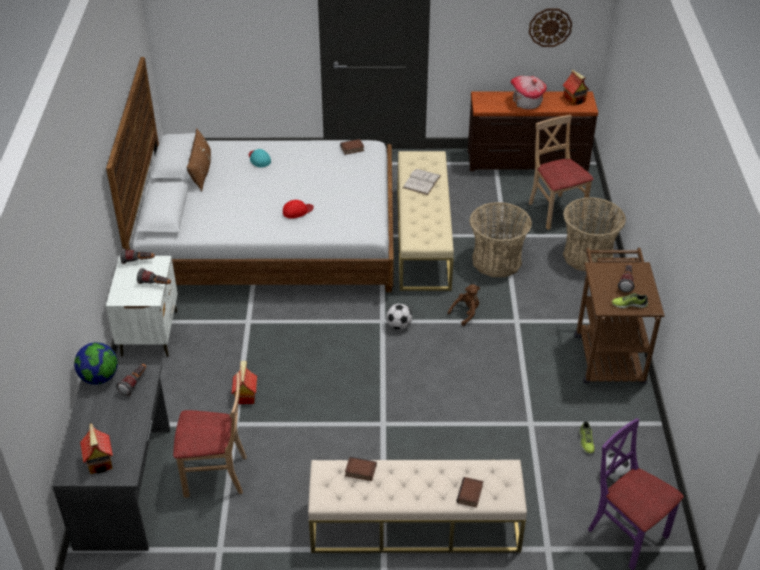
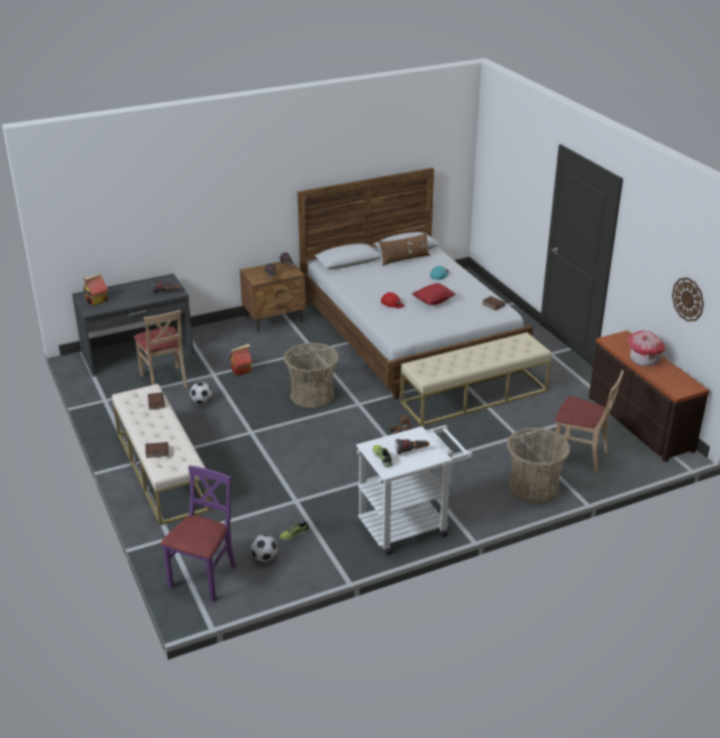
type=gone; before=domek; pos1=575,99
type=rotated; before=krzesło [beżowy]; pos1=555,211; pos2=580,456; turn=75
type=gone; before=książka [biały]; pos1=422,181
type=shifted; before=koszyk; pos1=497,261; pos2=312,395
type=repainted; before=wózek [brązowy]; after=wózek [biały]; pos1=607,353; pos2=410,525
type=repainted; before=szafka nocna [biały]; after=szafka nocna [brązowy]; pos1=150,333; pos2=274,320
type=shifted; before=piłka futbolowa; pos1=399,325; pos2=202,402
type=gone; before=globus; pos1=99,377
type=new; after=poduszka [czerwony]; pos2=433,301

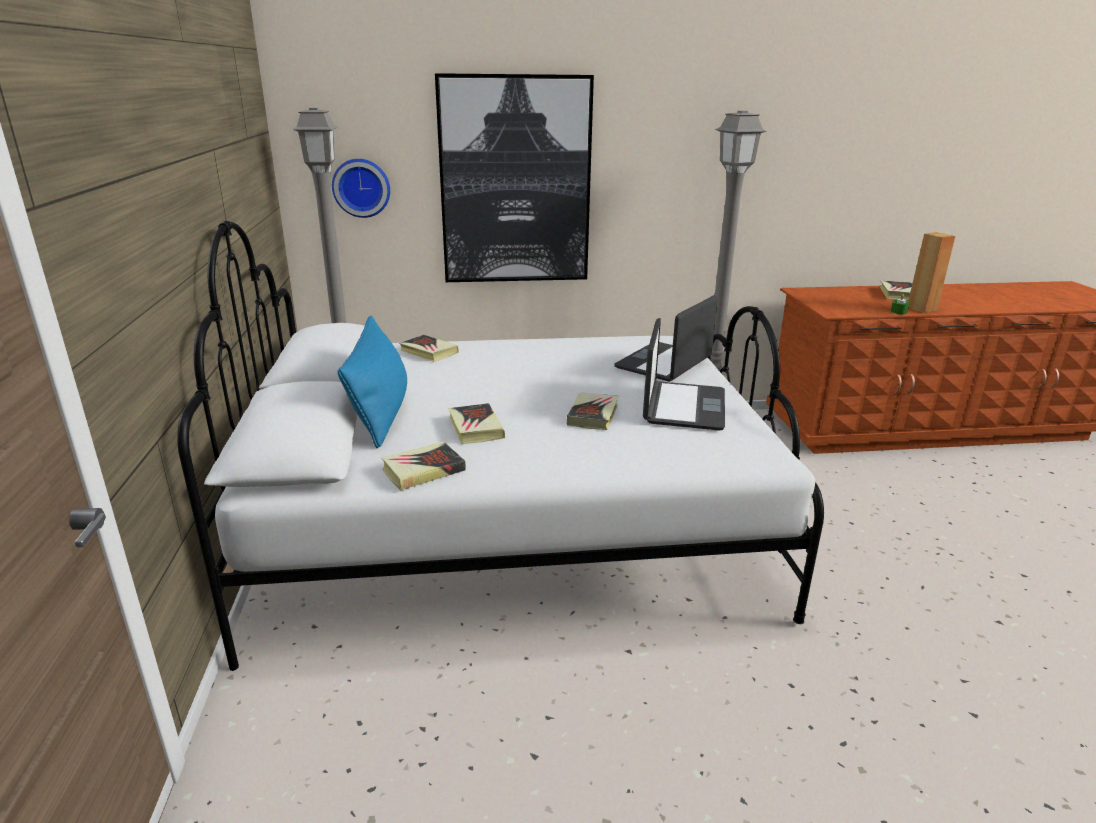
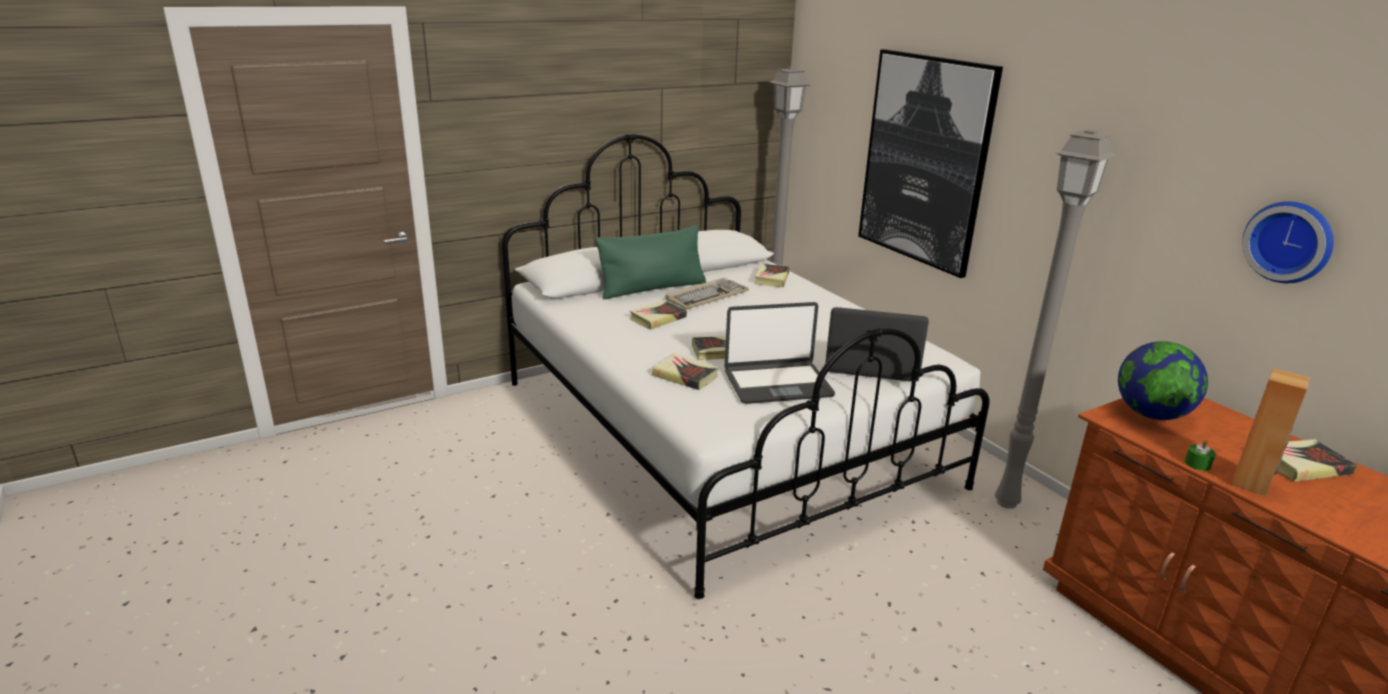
type=shifted; before=zegar ścienny; pos1=361,187; pos2=1290,241
type=repainted; before=poduszka [niebieski]; after=poduszka [zielony]; pos1=380,413; pos2=652,288
type=shifted; before=książka; pos1=423,470; pos2=685,376
type=new; after=klawiatura; pos2=706,296
type=new; after=globus; pos2=1151,414

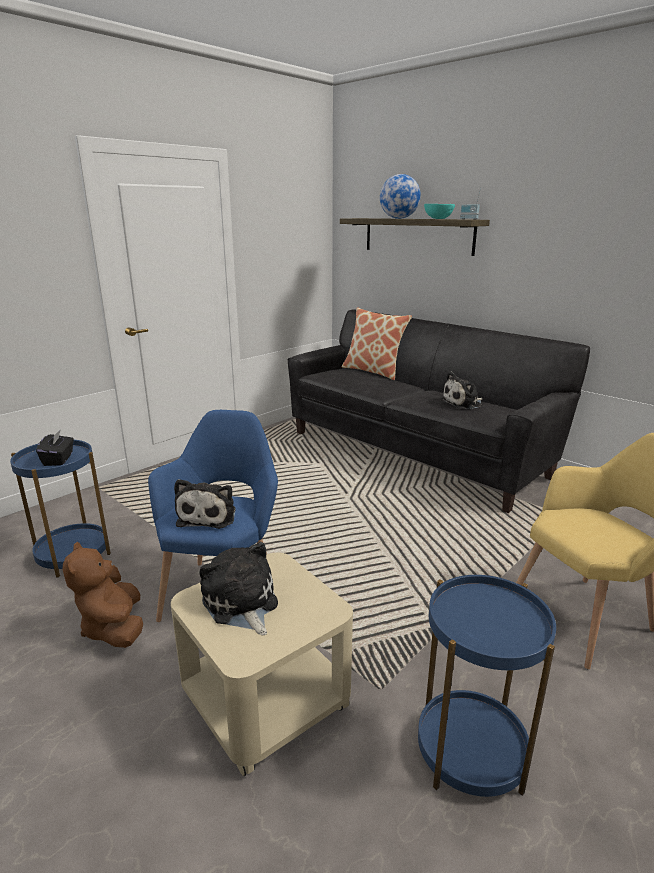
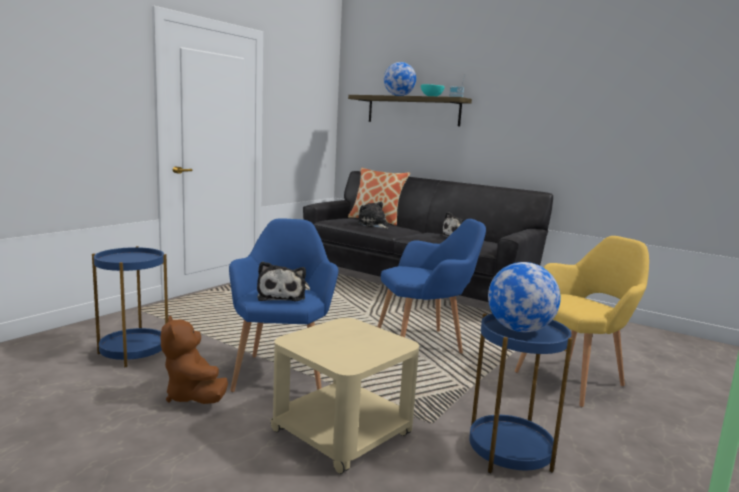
type=gone; before=pudełko chusteczek [czarny]; pos1=59,459
type=shifted; before=pluszak; pos1=241,604; pos2=374,225
type=new; after=fotel [niebieski]; pos2=425,344
type=new; after=globus; pos2=519,330

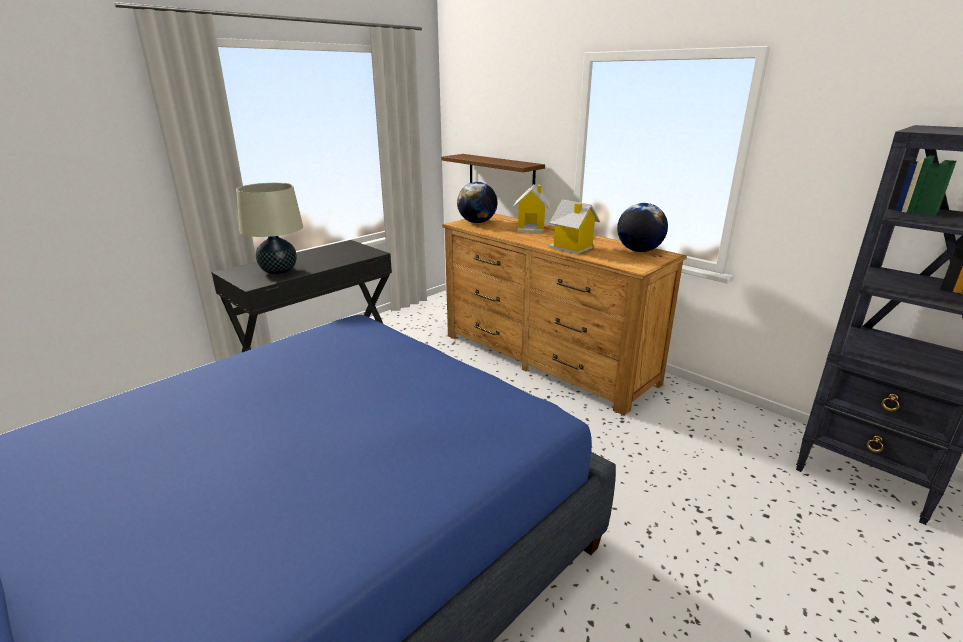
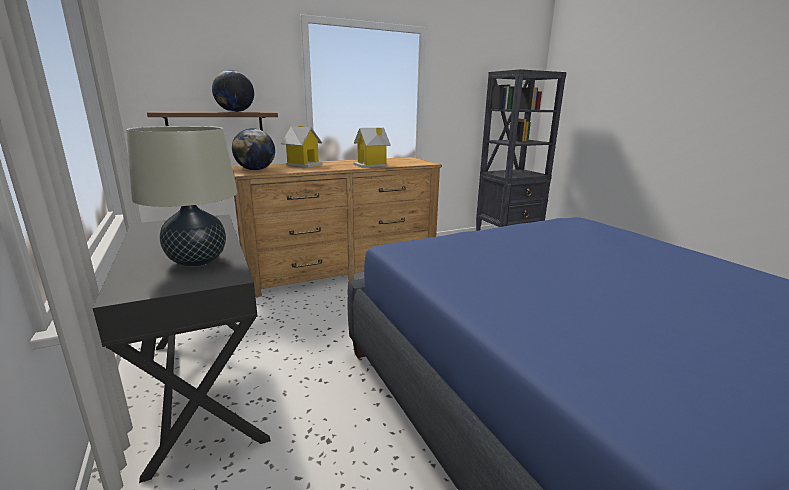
type=shifted; before=globus; pos1=639,251; pos2=235,112

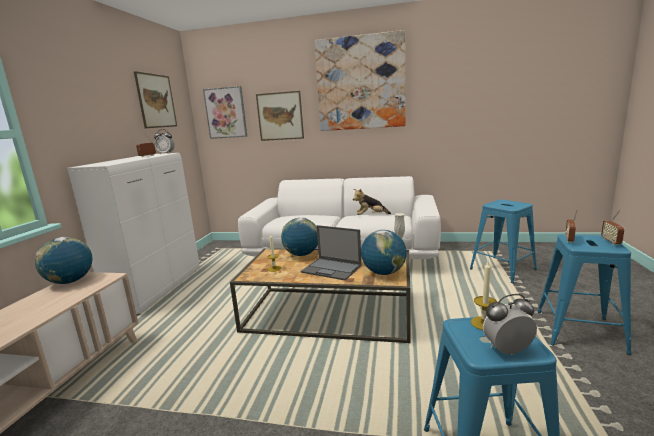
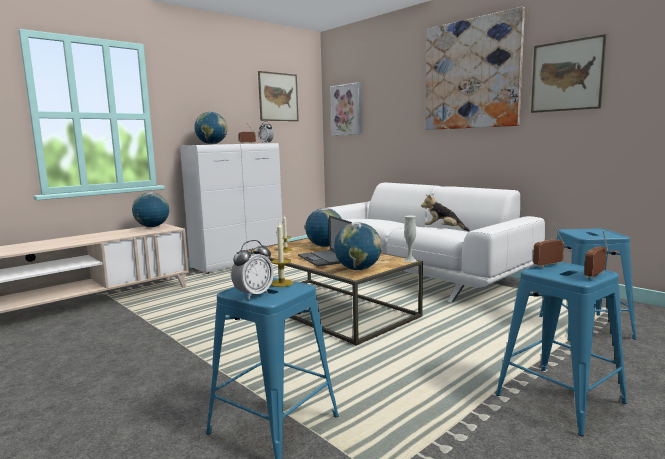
type=shifted; before=obraz; pos1=280,116; pos2=566,76
type=rotated; before=budzik; pos1=507,350; pos2=254,295; turn=105
type=new; after=globus; pos2=212,144

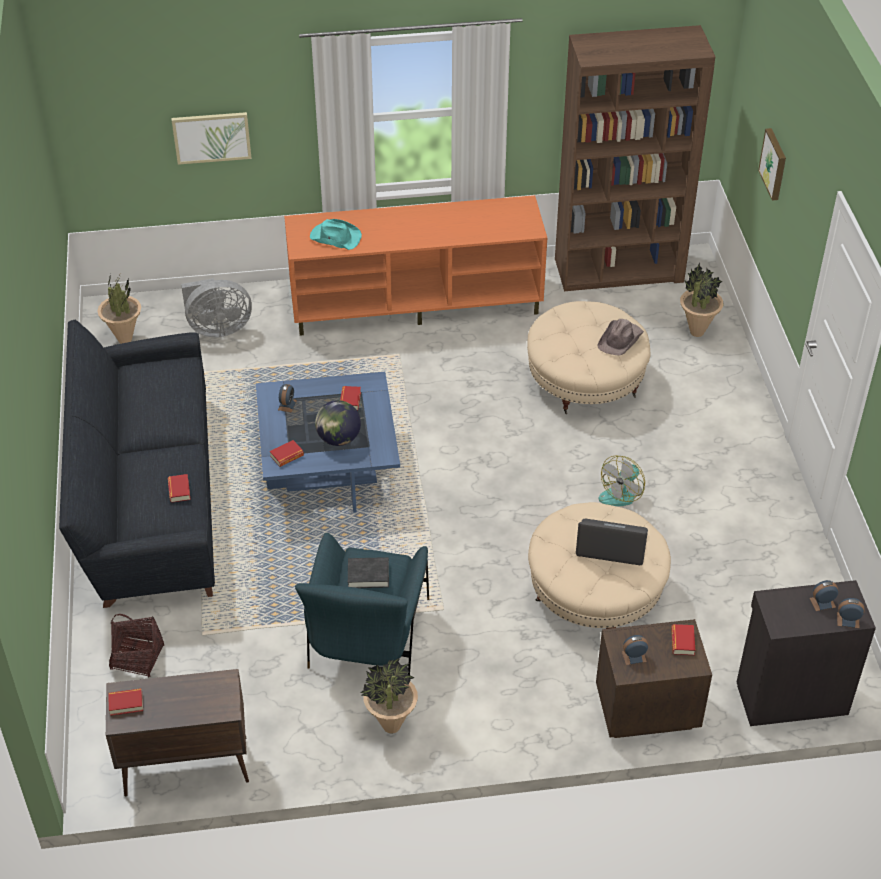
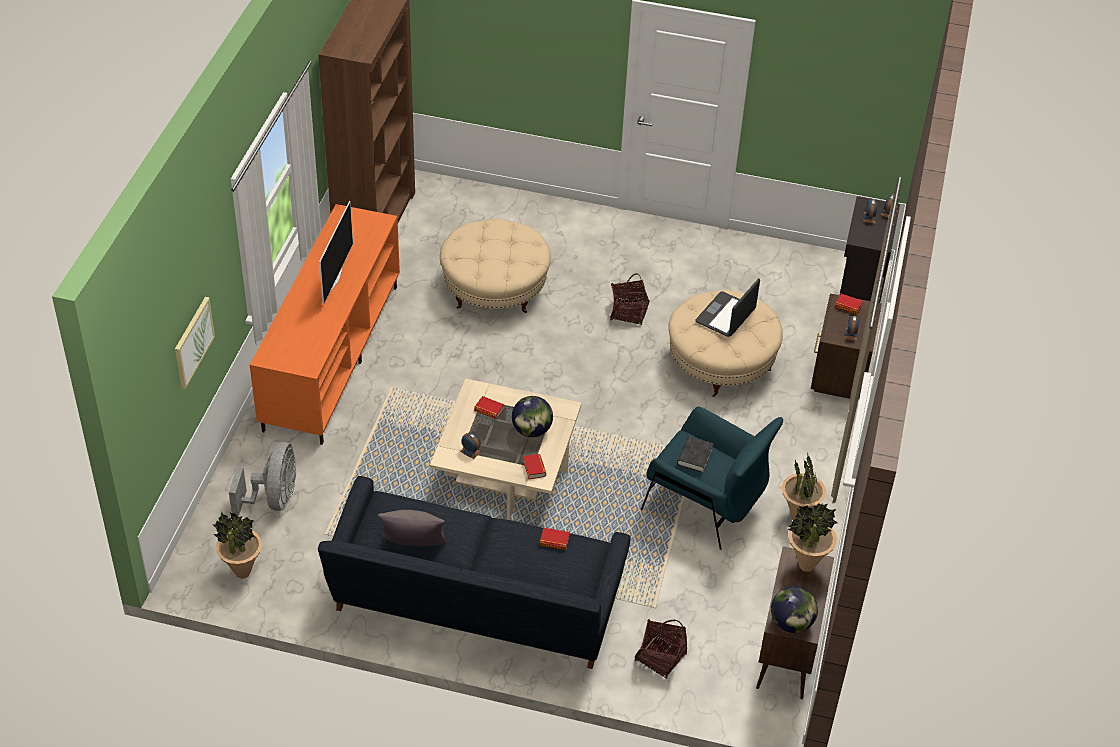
type=gone; before=obraz; pos1=774,164
type=gone; before=kapelusz [turkusowy]; pos1=335,237
type=shifted; before=roślina doniczkowa; pos1=696,332; pos2=806,566
type=gone; before=kapelusz [brązowy]; pos1=620,339
type=repainted; before=ława [niebieski]; after=ława [beżowy]; pos1=329,468; pos2=506,473
type=swapped; before=wentylator; after=koszyk; pos1=622,492; pos2=628,312
type=swapped; before=książka; after=globus; pos1=126,704; pos2=791,623
type=new; after=telewizor; pos2=334,279
type=new; after=poduszka [szary]; pos2=414,548

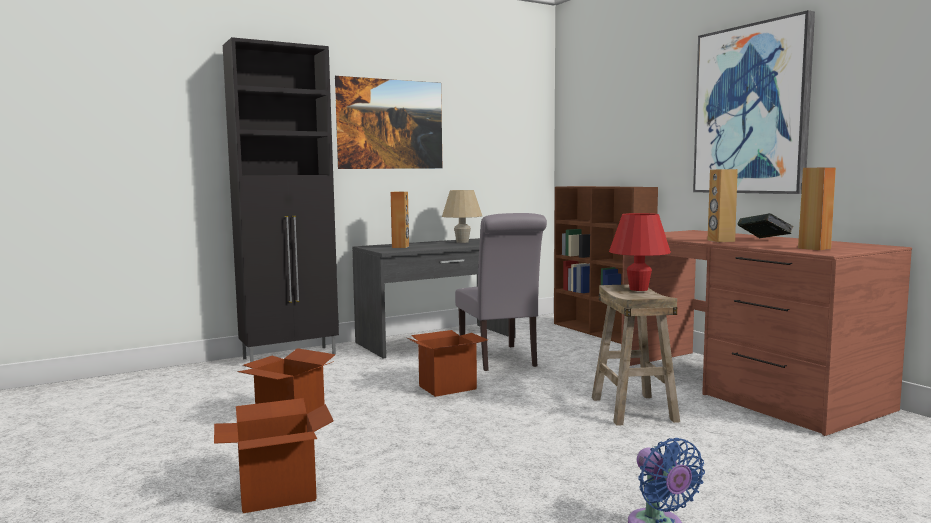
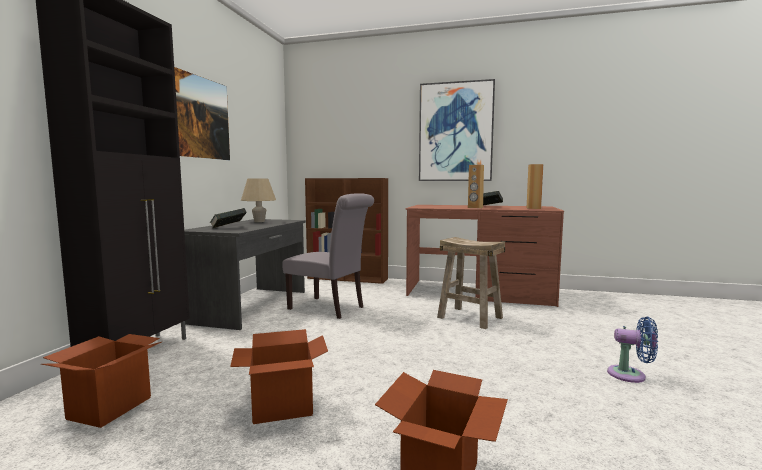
type=swapped; before=głośnik [brązowy]; after=książka; pos1=400,247; pos2=228,228
type=gone; before=lampa stołowa [czerwony]; pos1=638,289
type=shifted; before=karton; pos1=448,387; pos2=110,408

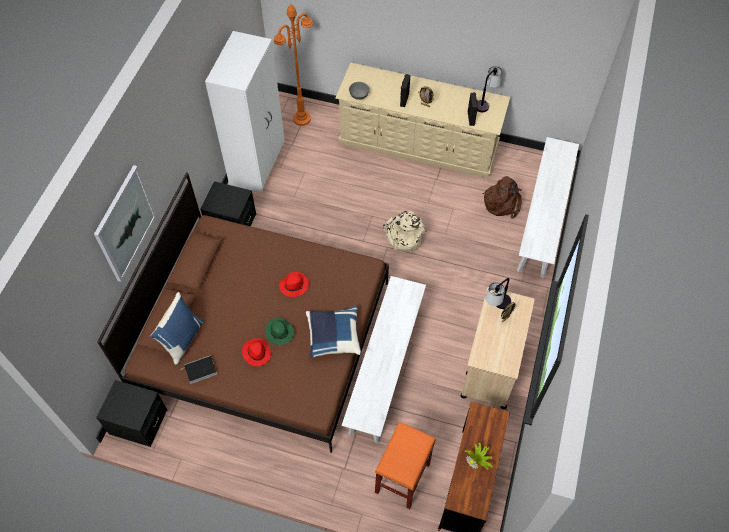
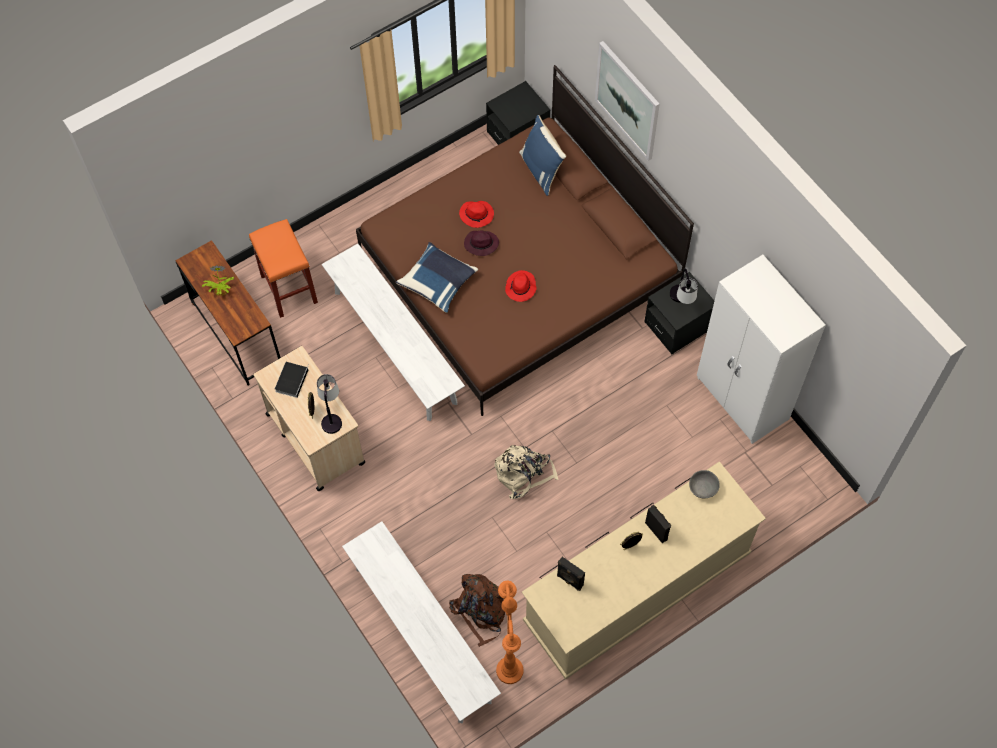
type=shifted; before=lampa stojąca [pomarańczowy]; pos1=301,119; pos2=509,670
type=shifted; before=lampa stołowa; pos1=485,102; pos2=681,302
type=repainted; before=kapelusz [zielony]; after=kapelusz [fioletowy]; pos1=280,332; pos2=480,244
type=shifted; before=książka; pos1=200,371; pos2=292,379

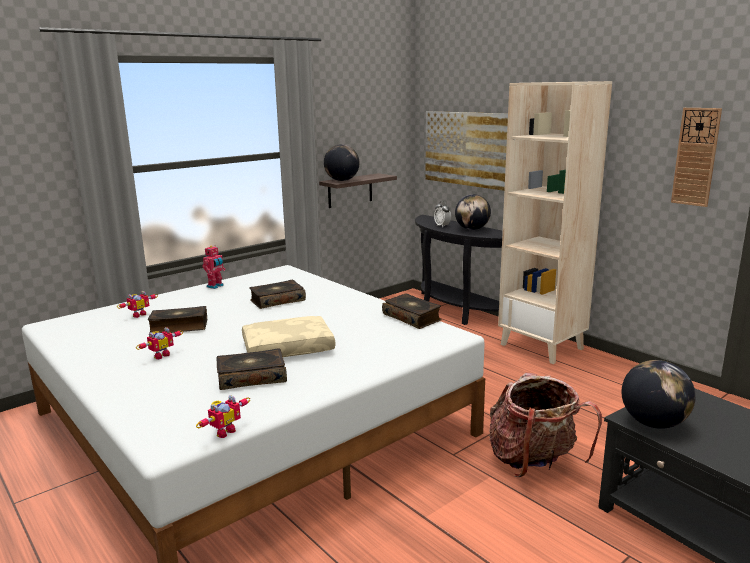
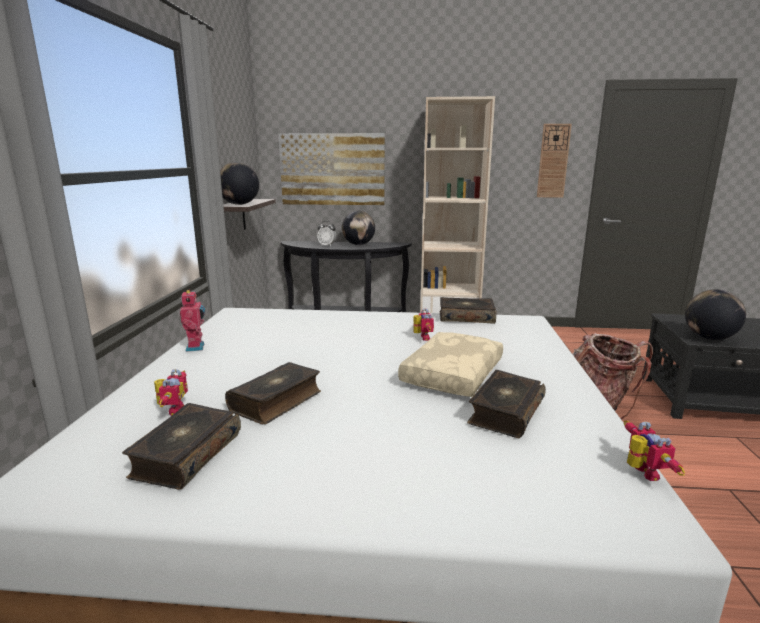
type=shifted; before=książka; pos1=277,300; pos2=186,455
type=shifted; before=robot zabawkowy; pos1=160,355; pos2=422,338

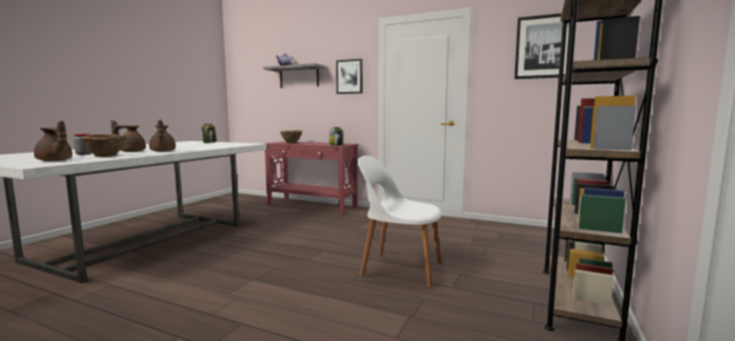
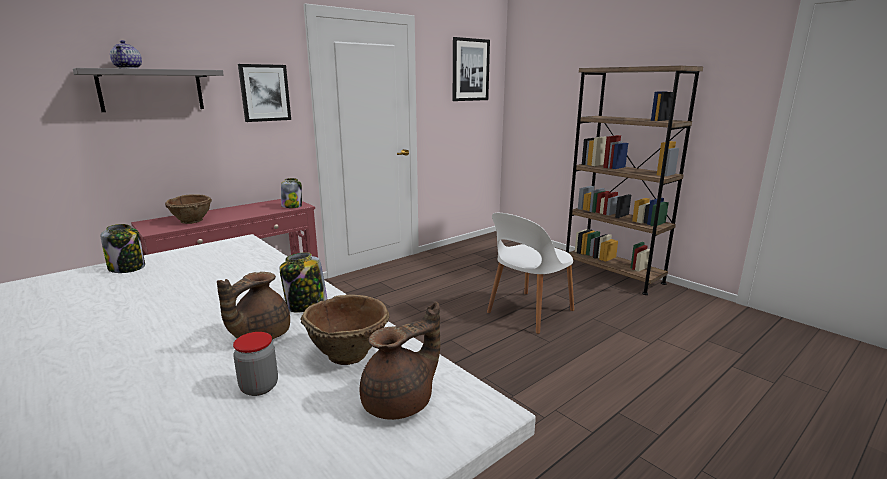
type=swapped; before=imbryk [brązowy]; after=słoik; pos1=162,151; pos2=306,305

